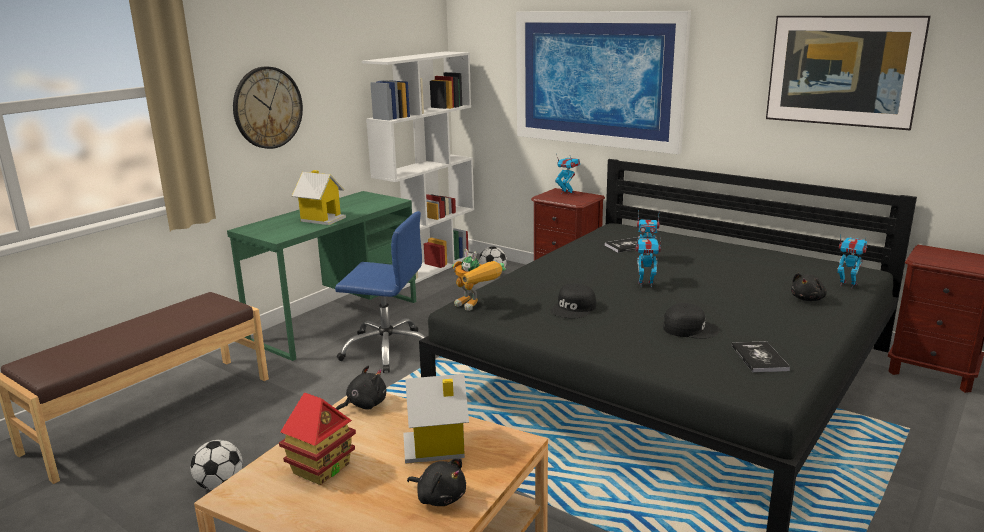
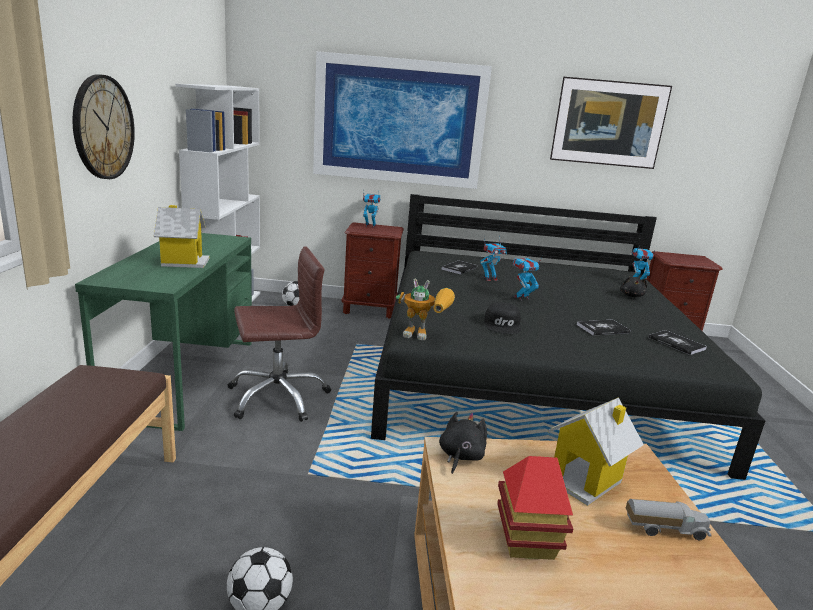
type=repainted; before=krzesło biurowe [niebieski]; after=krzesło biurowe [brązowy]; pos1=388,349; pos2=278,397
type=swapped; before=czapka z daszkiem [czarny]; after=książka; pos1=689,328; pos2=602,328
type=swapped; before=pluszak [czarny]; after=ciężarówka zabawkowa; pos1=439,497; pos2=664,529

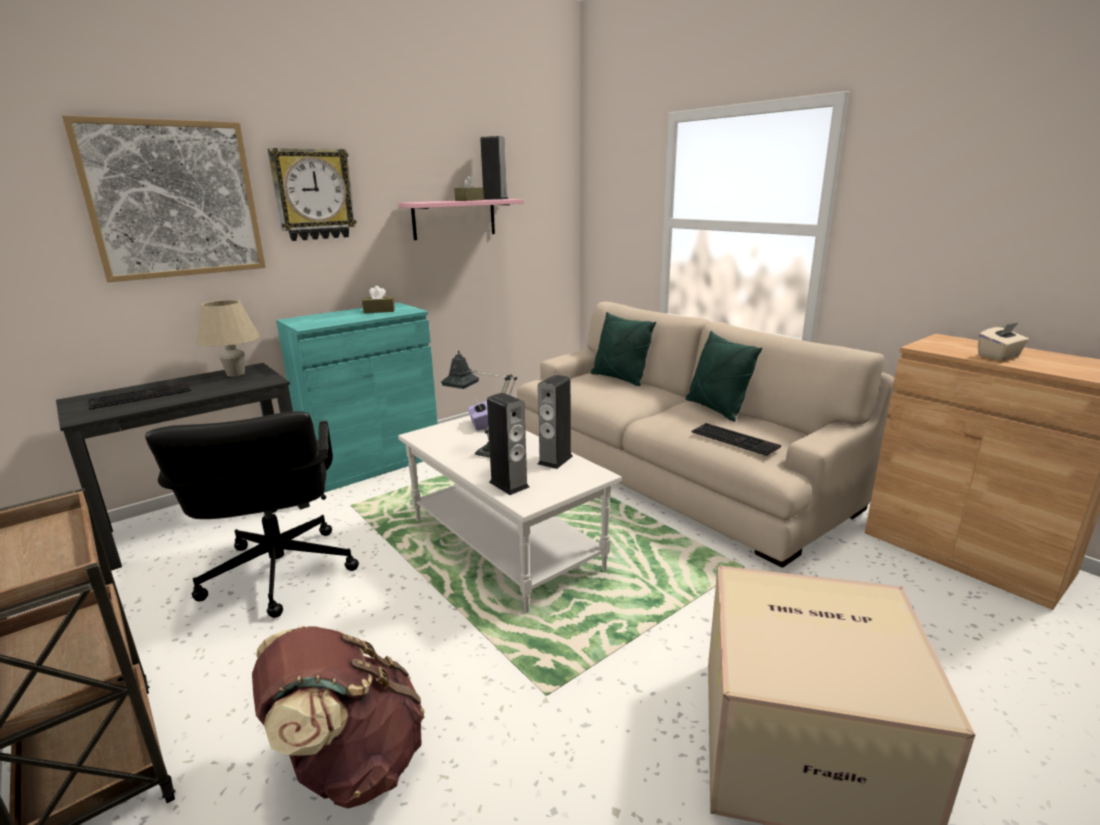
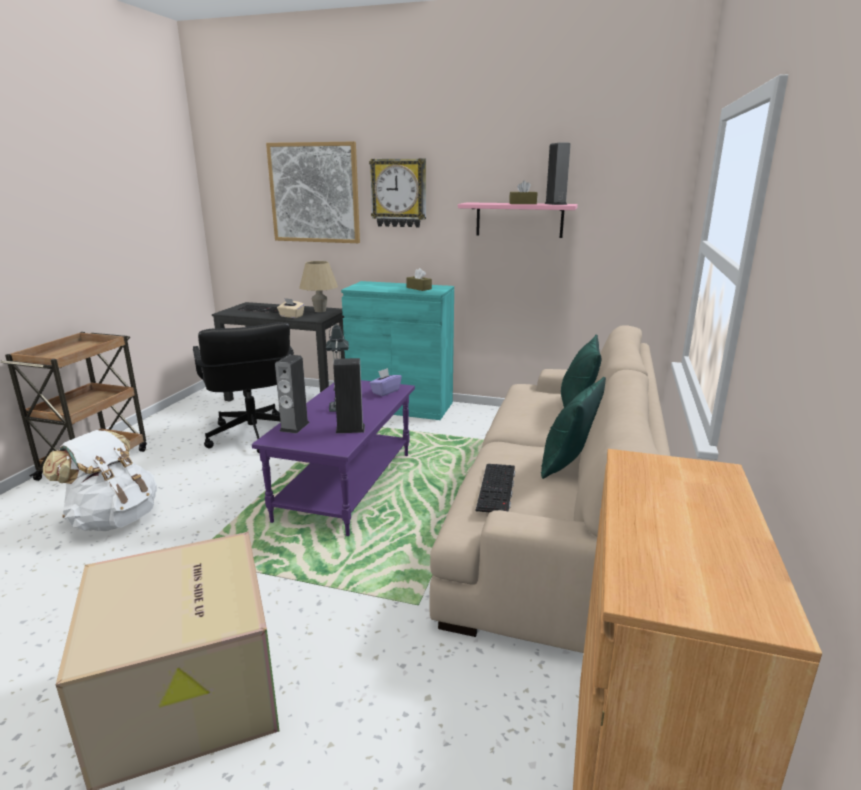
type=shifted; before=pudełko chusteczek [beżowy]; pos1=999,356; pos2=291,316
type=rotated; before=krzesło biurowe [czarny]; pos1=278,573; pos2=253,435; turn=-60
type=repainted; before=ława [biały]; after=ława [fioletowy]; pos1=506,543; pos2=347,486
type=repainted; before=plecak [brązowy]; after=plecak [biały]; pos1=350,764; pos2=114,519

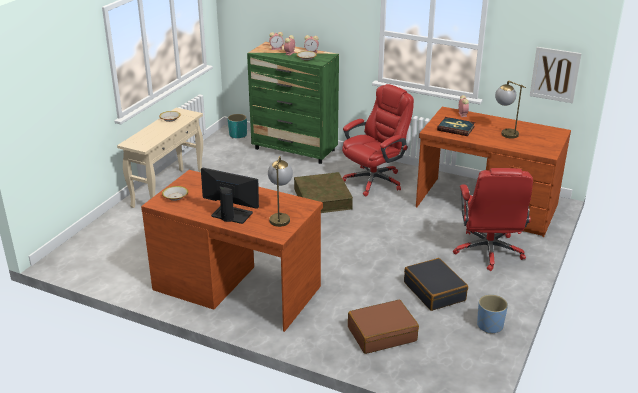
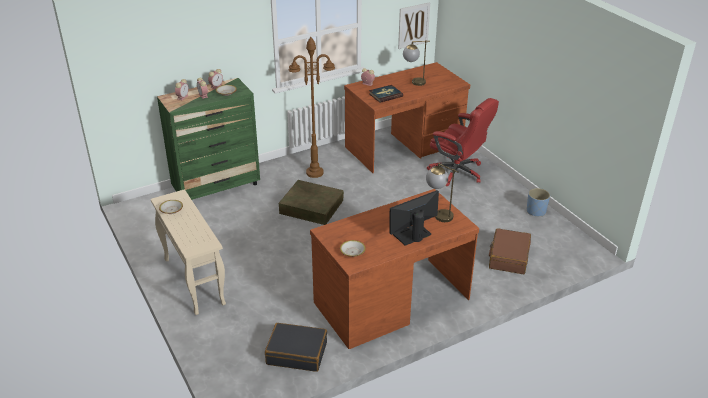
type=swapped; before=krzesło biurowe [czerwony]; after=lampa stojąca [brązowy]; pos1=374,180; pos2=315,172
type=gone; before=donica [turkusowy]; pos1=238,135
type=shifted; before=walizka [czarny]; pos1=434,291; pos2=297,353

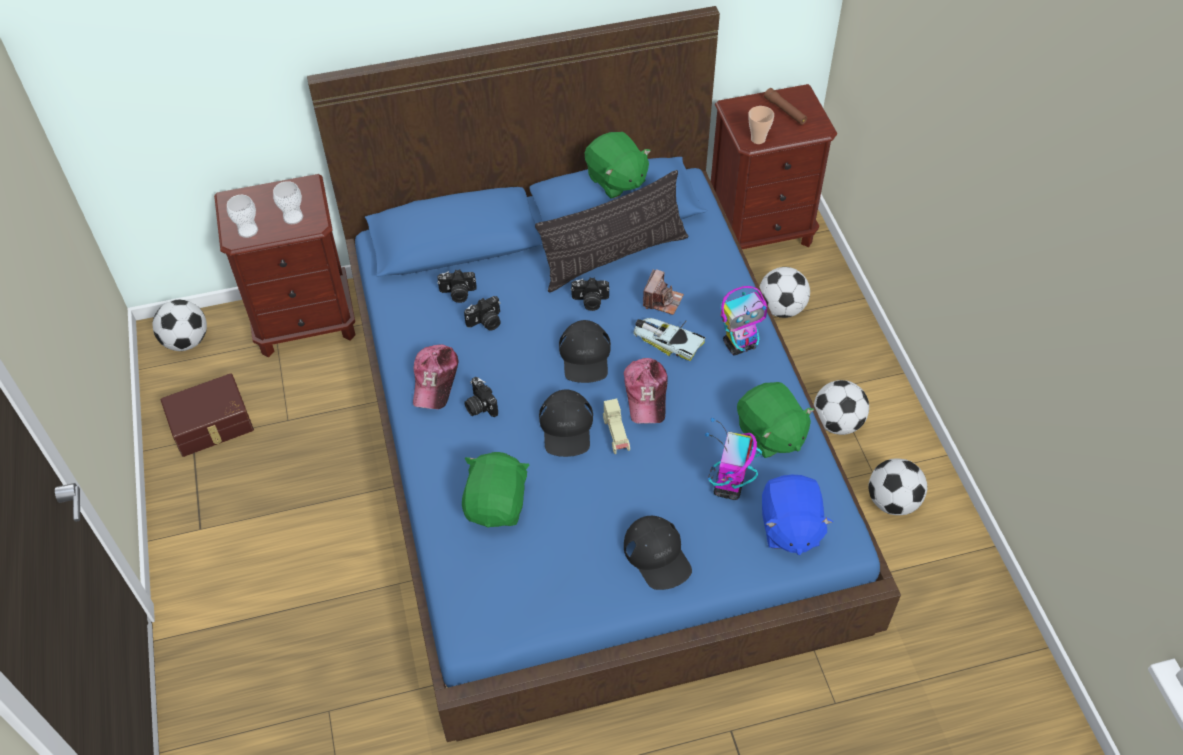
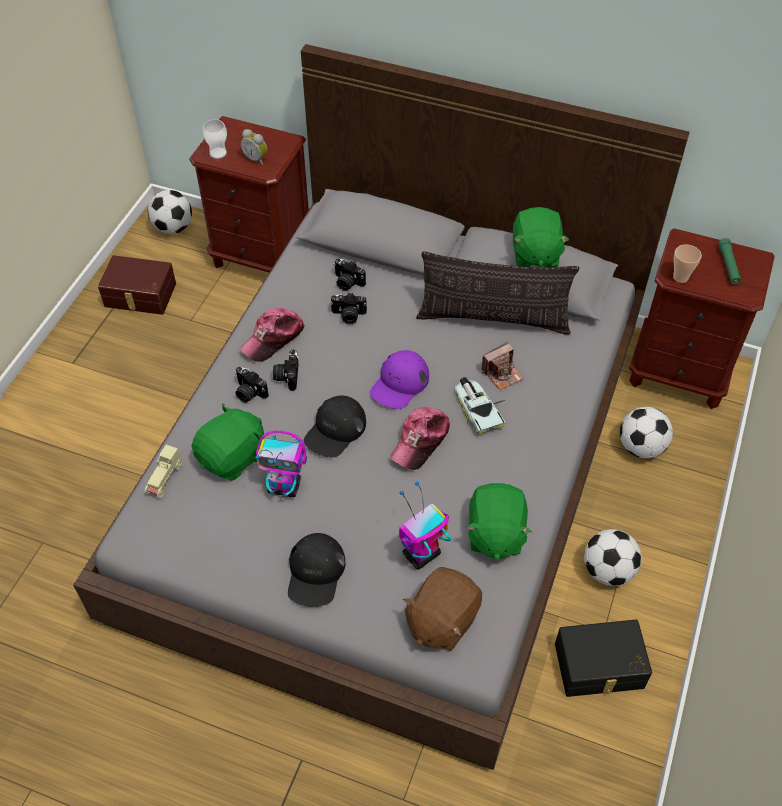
type=repainted; before=łóżko [niebieski]; after=łóżko [szary]; pos1=592,439; pos2=392,462
type=repainted; before=latarka [brązowy]; after=latarka [zielony]; pos1=785,111; pos2=728,266
type=swapped; before=filiżanka; after=budzik; pos1=293,217; pos2=256,159
type=shifted; before=aparat fotograficzny; pos1=590,301; pos2=249,393
type=shifted; before=robot zabawkowy; pos1=740,344; pos2=285,486
type=repainted; before=czapka z daszkiem [czarny]; after=czapka z daszkiem [fioletowy]; pos1=585,356; pos2=399,383
type=shifted; before=samochodzik [beżowy]; pos1=616,434; pos2=165,480
type=swapped; before=piłka futbolowa; after=pojemnik do przechowywania [czarny]; pos1=892,501; pos2=600,667
type=repainted; before=pluszak [niebieski]; after=pluszak [brązowy]; pos1=789,527; pos2=441,620

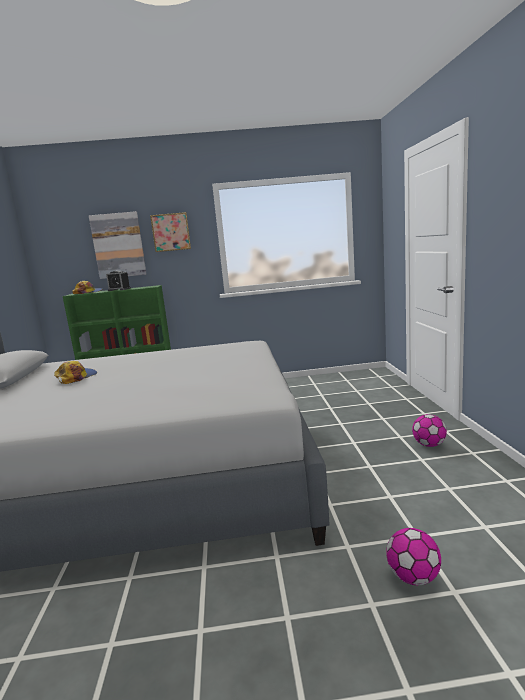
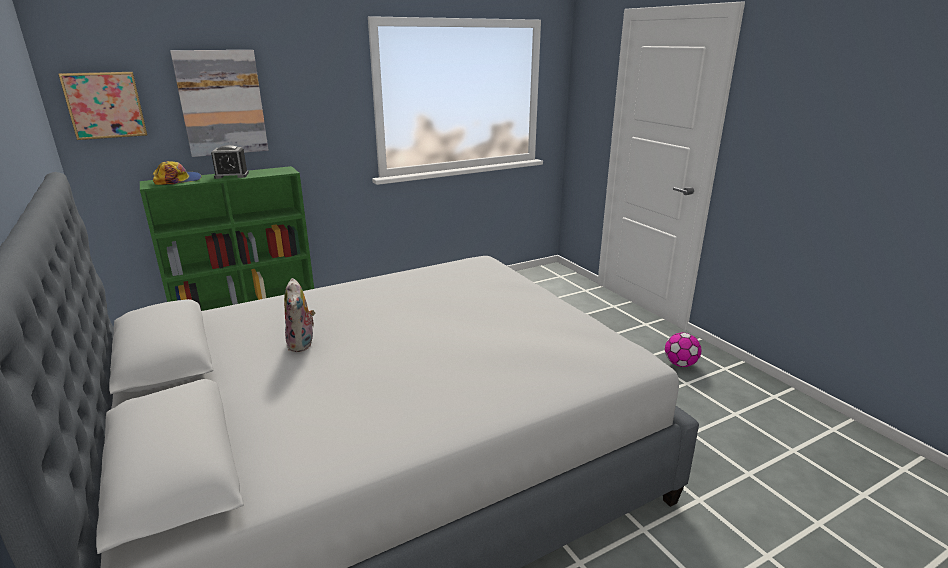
type=shifted; before=obraz; pos1=171,232; pos2=105,105
type=swapped; before=czapka z daszkiem; after=pluszak; pos1=76,377; pos2=303,344
type=gone; before=piłka futbolowa; pos1=413,577

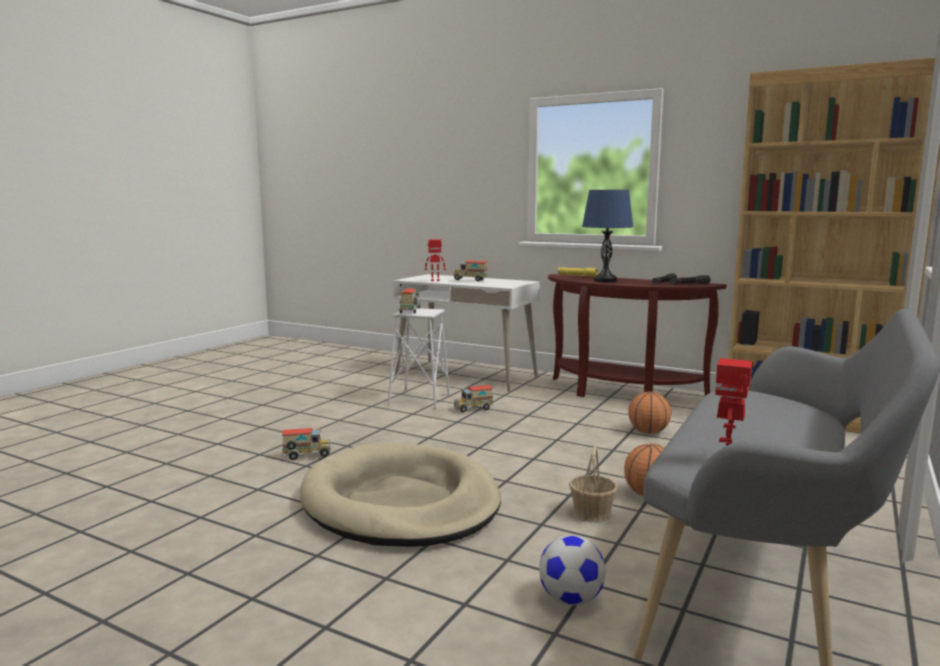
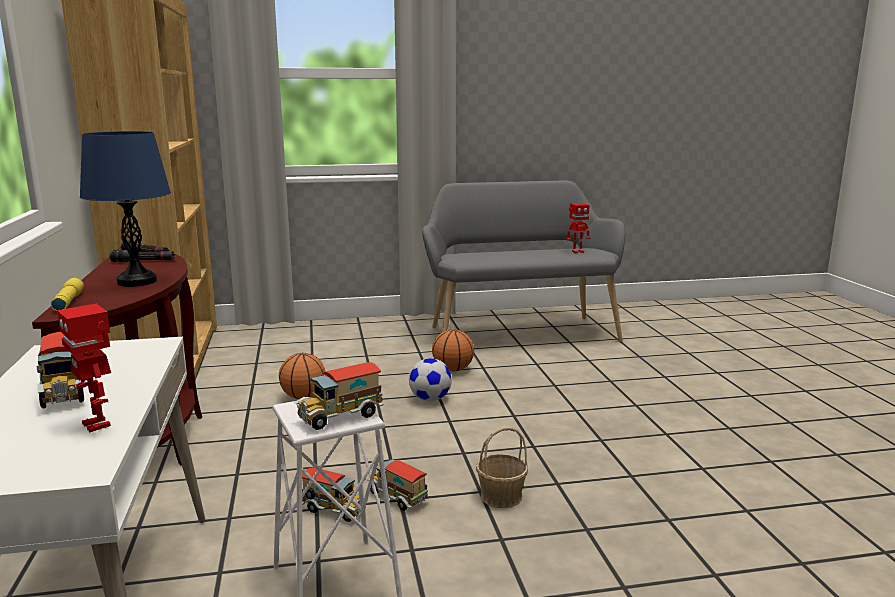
type=shifted; before=ciężarówka zabawkowa; pos1=307,456; pos2=398,498
type=gone; before=legowisko [beżowy]; pos1=401,502
type=shifted; before=koszyk; pos1=592,513; pos2=500,496
type=shifted; before=piłka futbolowa; pos1=570,599; pos2=430,399

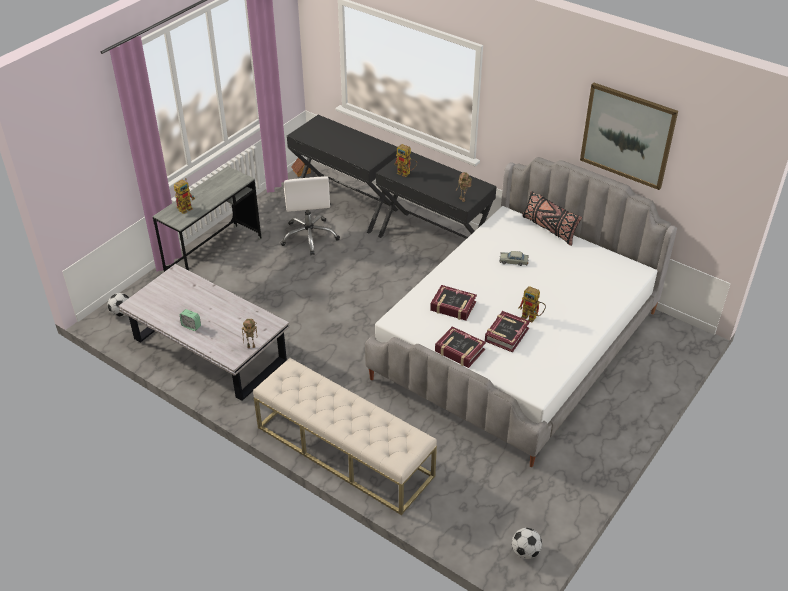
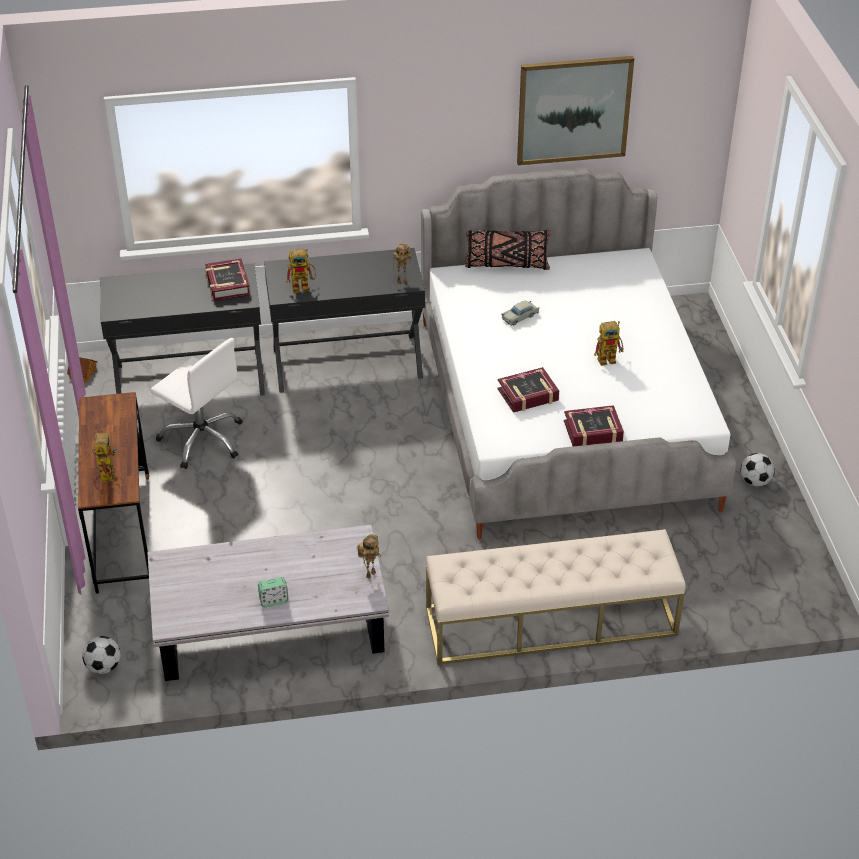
type=repainted; before=biurko [szary]; after=biurko [brązowy]; pos1=214,257; pos2=123,533
type=shifted; before=książka; pos1=506,335; pos2=227,284
type=shifted; before=piłka futbolowa; pos1=525,551; pos2=755,481

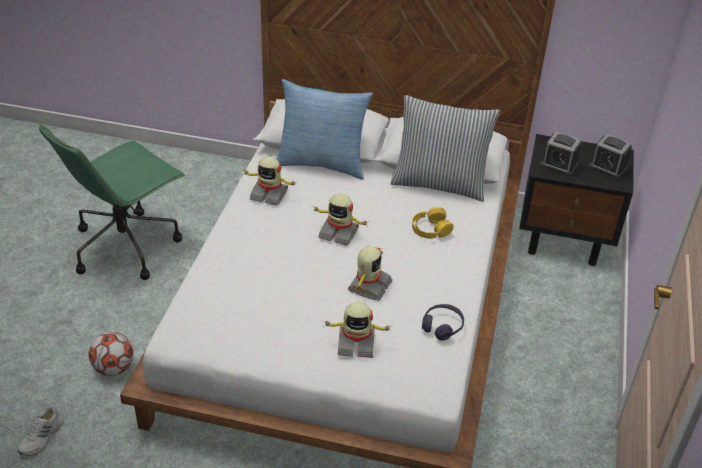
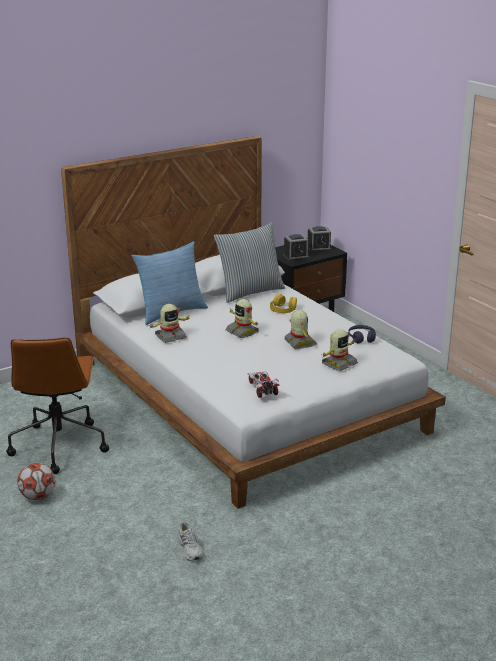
type=repainted; before=krzesło biurowe [zielony]; after=krzesło biurowe [brązowy]; pos1=126,245; pos2=59,445
type=rotated; before=robot zabawkowy; pos1=339,232; pos2=242,331; turn=75
type=shifted; before=piłka futbolowa; pos1=114,368; pos2=38,496
type=new; after=samochodzik; pos2=262,389

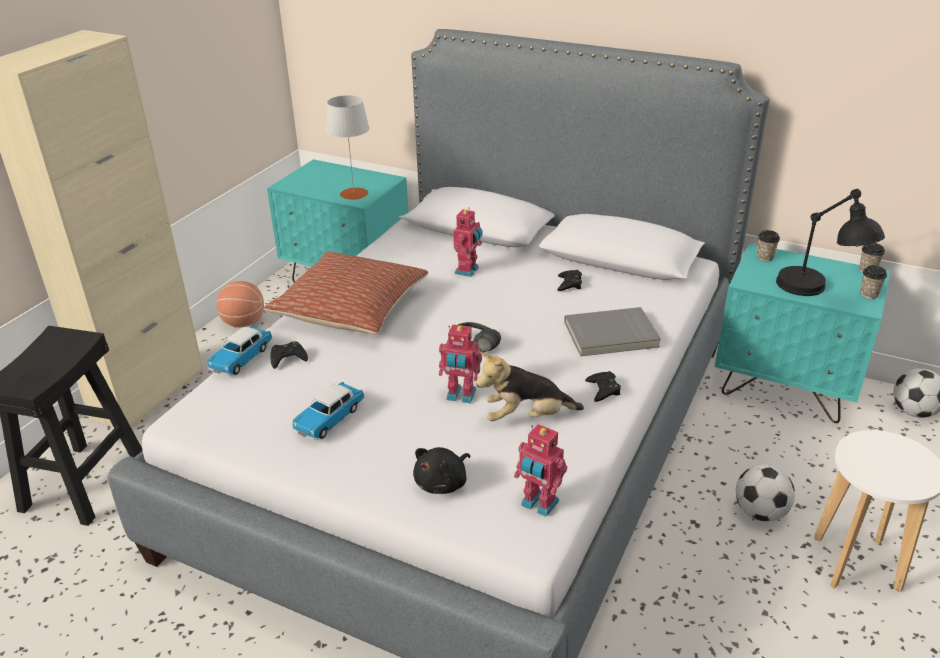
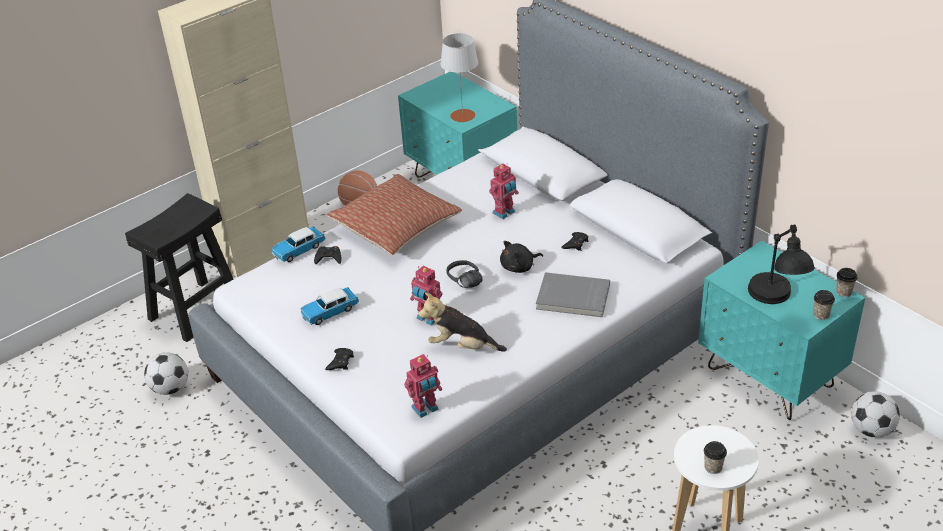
type=shifted; before=filiżanka; pos1=765,257; pos2=713,467
type=shifted; before=pad do gier [czarny]; pos1=603,389; pos2=340,362
type=rotated; before=robot zabawkowy; pos1=538,504; pos2=425,409; turn=-90
type=shifted; before=pluszak [czarny]; pos1=443,483; pos2=519,267
type=shifted; before=piłka futbolowa; pos1=760,512; pos2=170,388

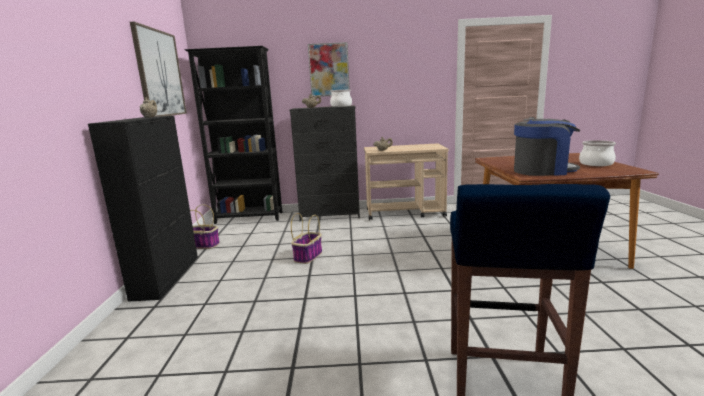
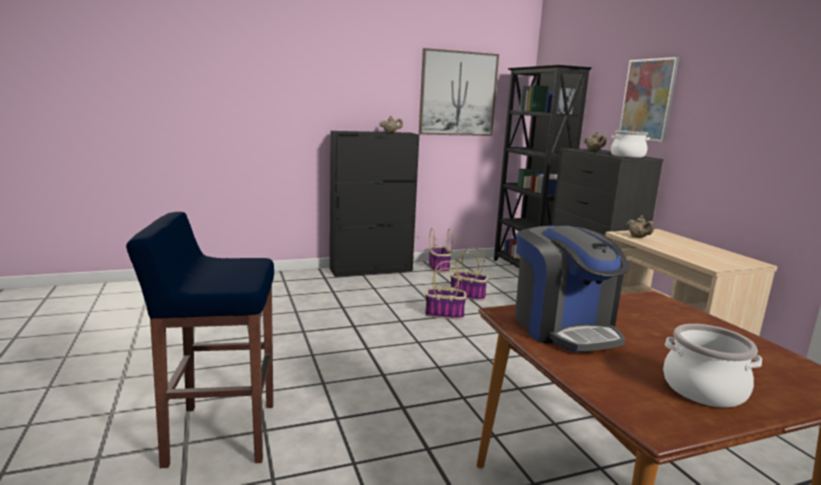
type=new; after=koszyk; pos2=468,295

